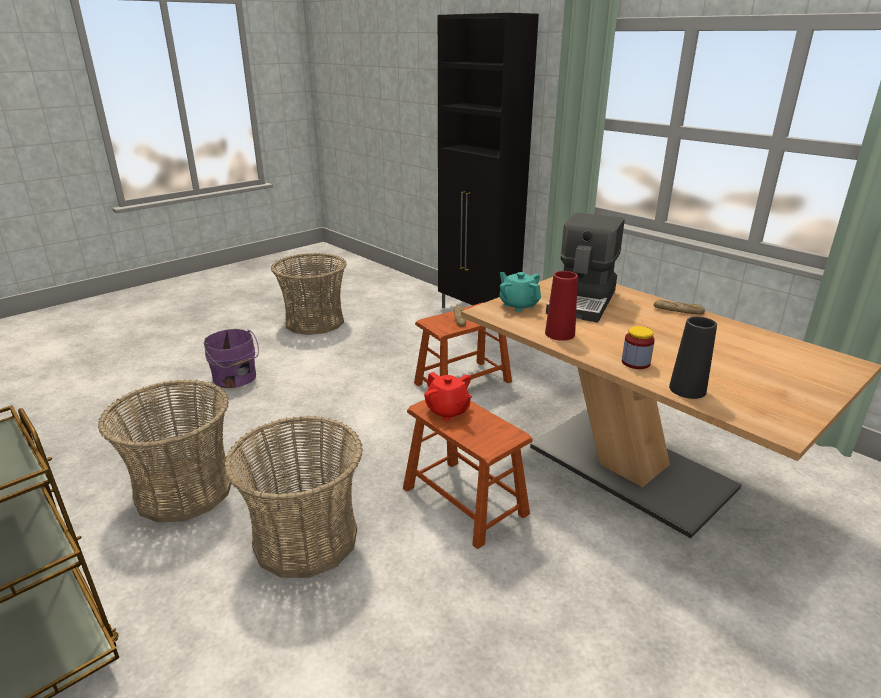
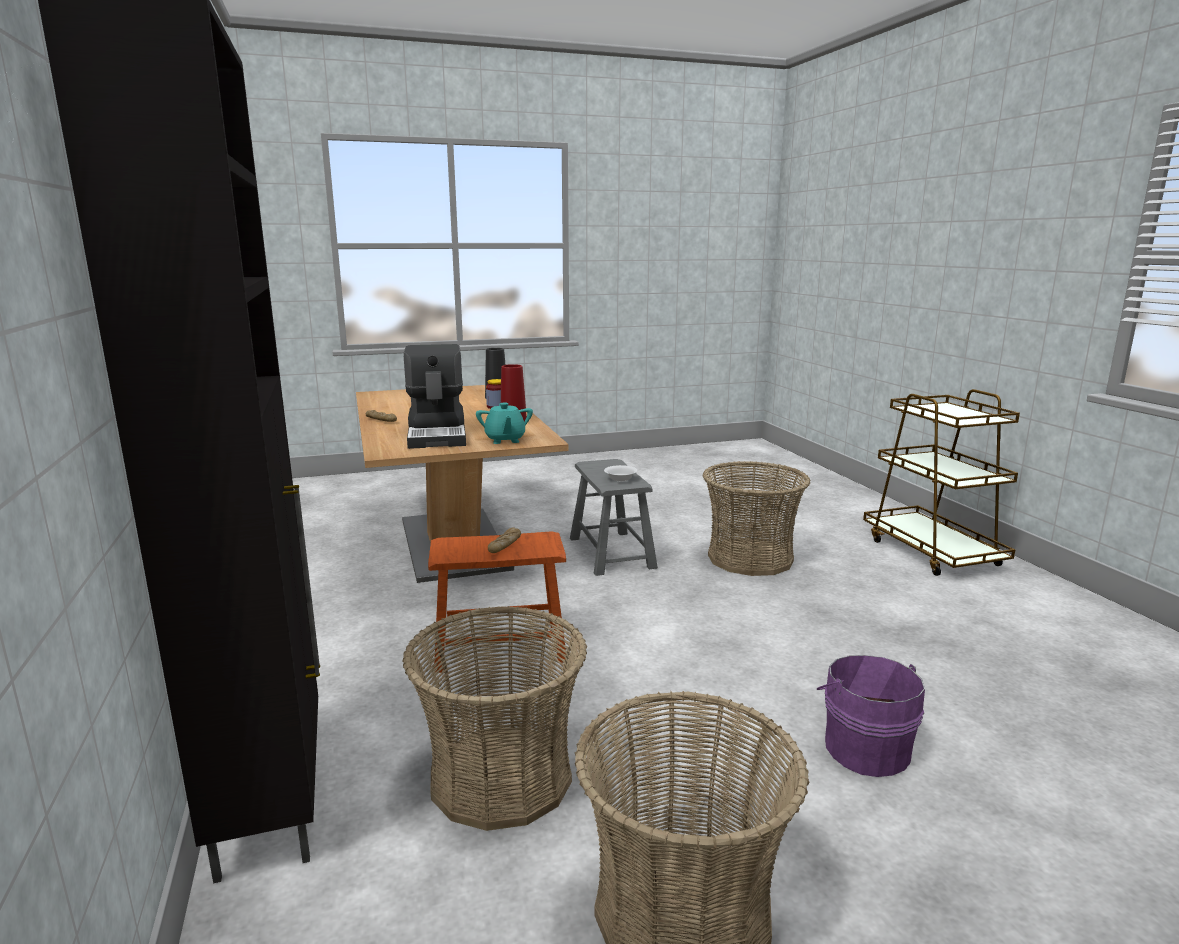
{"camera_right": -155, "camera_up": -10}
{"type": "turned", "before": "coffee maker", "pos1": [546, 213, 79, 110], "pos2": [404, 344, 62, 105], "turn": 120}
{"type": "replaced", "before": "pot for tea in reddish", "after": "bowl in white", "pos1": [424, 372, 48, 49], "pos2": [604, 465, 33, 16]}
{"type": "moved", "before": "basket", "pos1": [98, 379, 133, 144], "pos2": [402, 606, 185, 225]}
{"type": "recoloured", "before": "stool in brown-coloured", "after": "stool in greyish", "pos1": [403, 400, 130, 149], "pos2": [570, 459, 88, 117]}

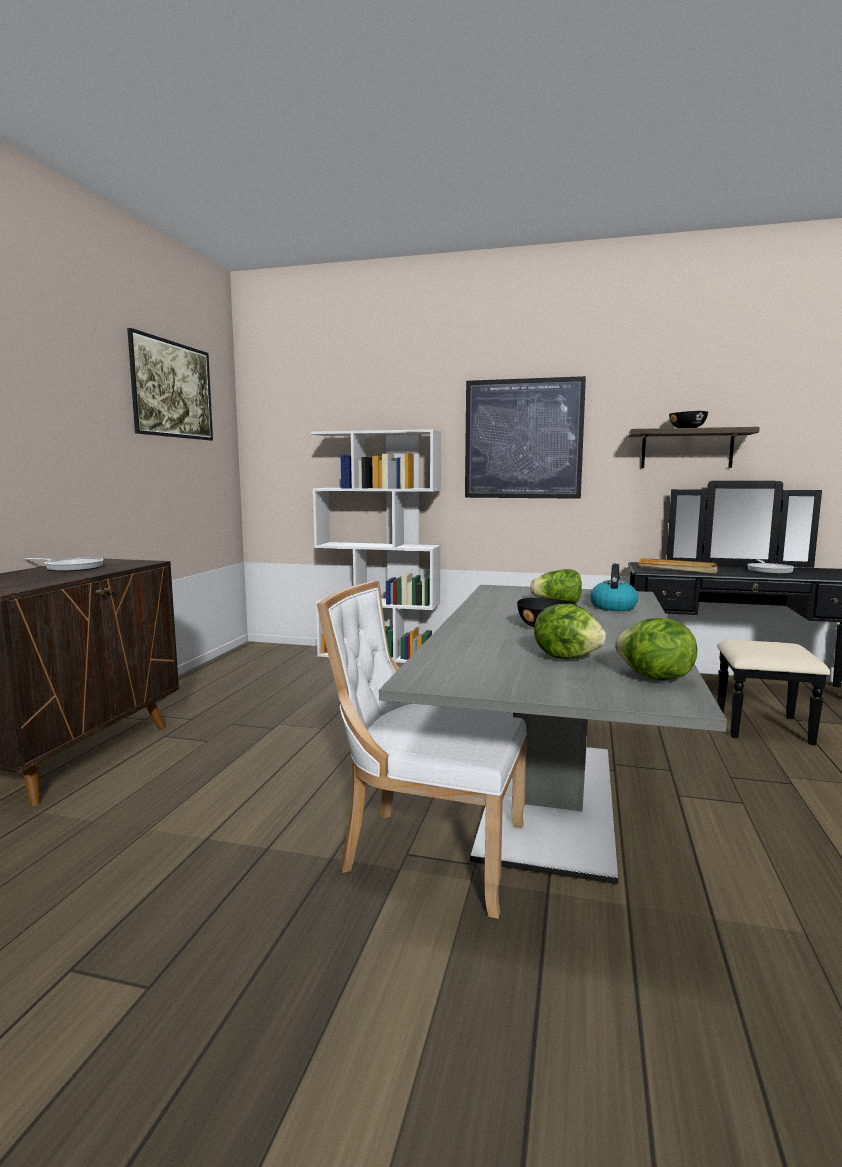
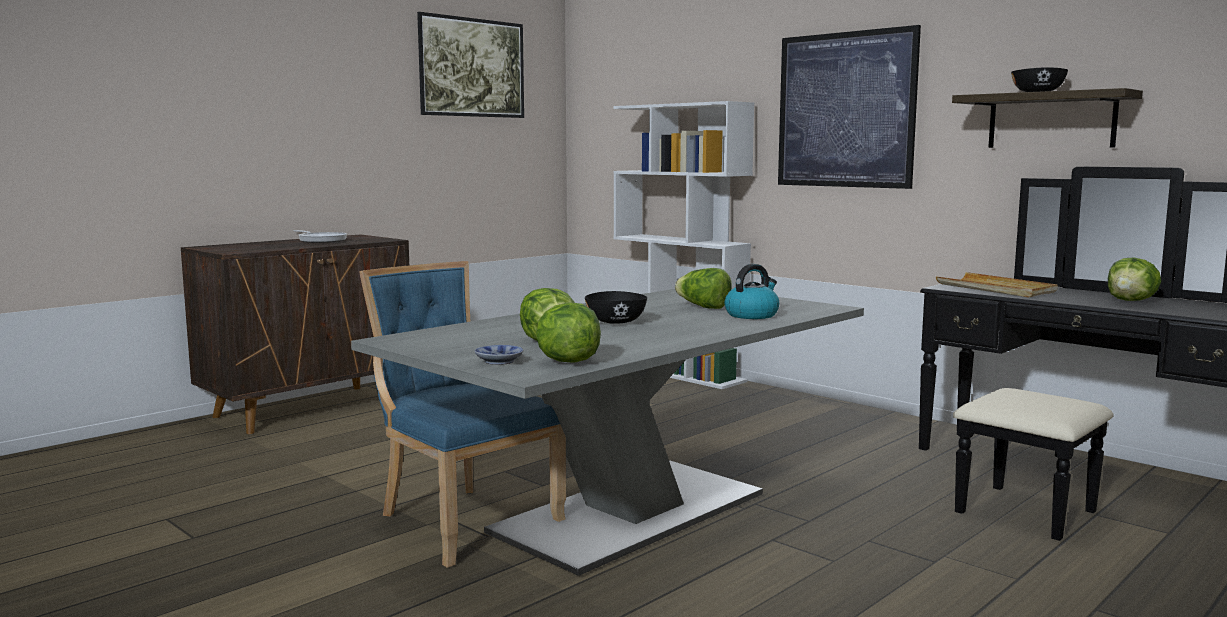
{"camera_right": 30, "camera_up": 0}
{"type": "replaced", "before": "skillet", "after": "lettuce", "pos1": [747, 559, 47, 15], "pos2": [1108, 257, 53, 44]}
{"type": "recoloured", "before": "upright chair in white", "after": "upright chair in blue-coloured", "pos1": [317, 581, 210, 338], "pos2": [359, 261, 207, 307]}
{"type": "added", "after": "bowl", "pos2": [475, 345, 48, 20]}

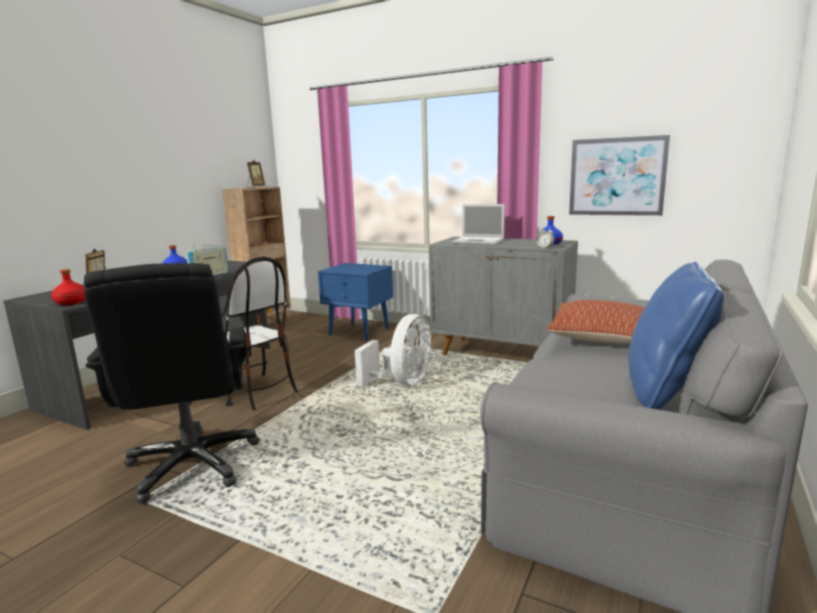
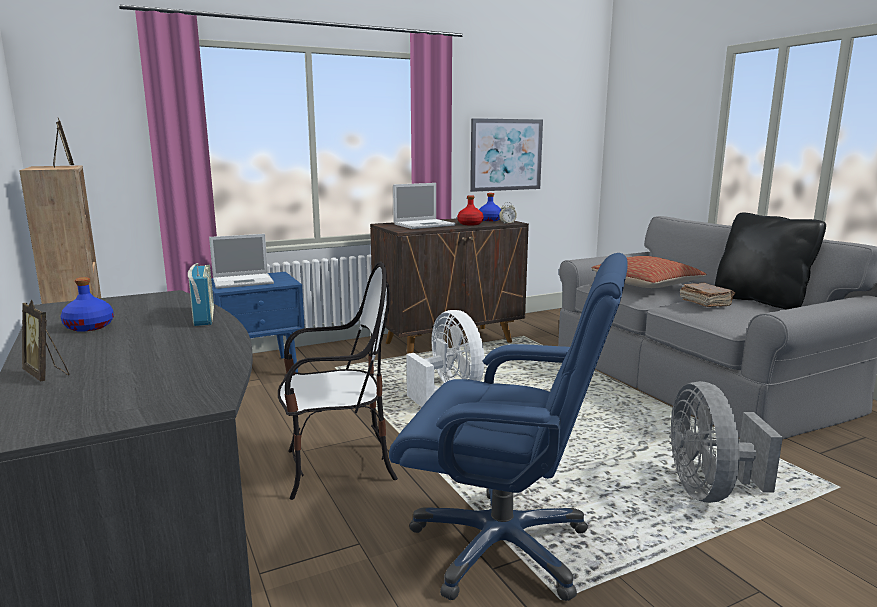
{"camera_right": -55, "camera_up": 0}
{"type": "recoloured", "before": "cabinet in greyish", "after": "cabinet in brown-coloured", "pos1": [429, 237, 149, 118], "pos2": [370, 218, 159, 136]}
{"type": "recoloured", "before": "pillow in blue-coloured", "after": "pillow in black-coloured", "pos1": [628, 262, 96, 147], "pos2": [714, 213, 112, 97]}
{"type": "recoloured", "before": "office chair in black-coloured", "after": "office chair in blue-coloured", "pos1": [84, 263, 176, 240], "pos2": [389, 253, 239, 348]}
{"type": "moved", "before": "beverage bottle in reddish", "pos1": [51, 269, 34, 36], "pos2": [457, 196, 27, 29]}
{"type": "added", "after": "portable computer", "pos2": [209, 234, 65, 55]}
{"type": "added", "after": "bound book in brown-coloured", "pos2": [680, 283, 55, 24]}
{"type": "added", "after": "cooling fan in greyish", "pos2": [669, 381, 114, 122]}

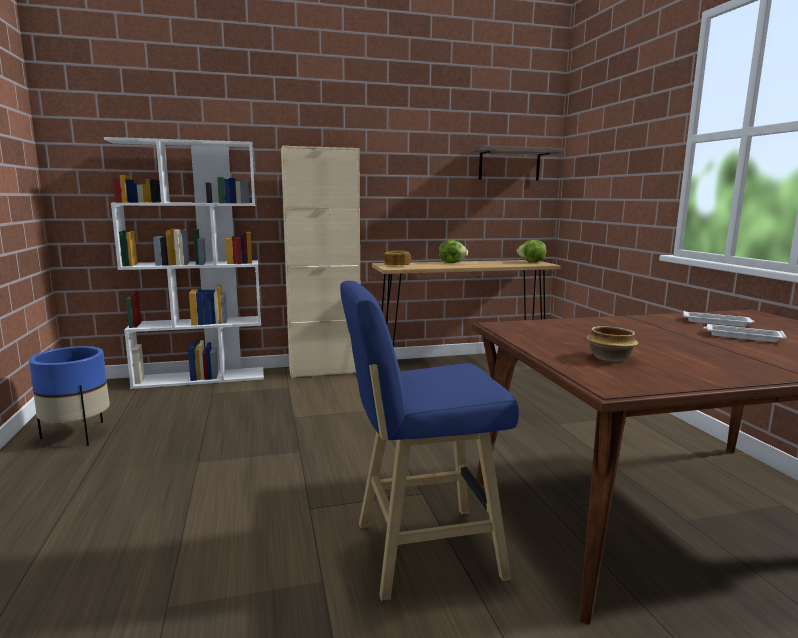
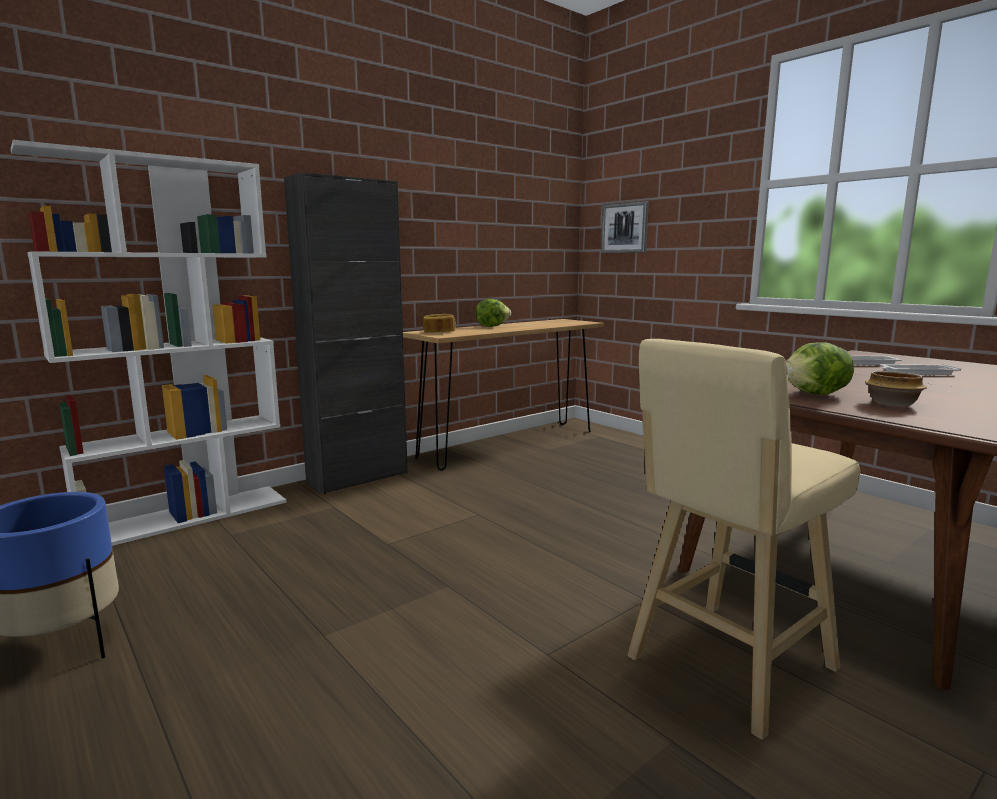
{"camera_right": -25, "camera_up": 0}
{"type": "removed", "before": "bracket shelf", "pos1": [469, 145, 94, 36]}
{"type": "recoloured", "before": "cabinet in beige-coloured", "after": "cabinet in black-coloured", "pos1": [281, 146, 79, 232], "pos2": [284, 172, 124, 323]}
{"type": "moved", "before": "lettuce", "pos1": [517, 240, 30, 22], "pos2": [786, 342, 68, 53]}
{"type": "recoloured", "before": "stool in blue-coloured", "after": "stool in beige-coloured", "pos1": [340, 281, 179, 320], "pos2": [627, 339, 233, 401]}
{"type": "added", "after": "wall picture", "pos2": [601, 201, 48, 52]}

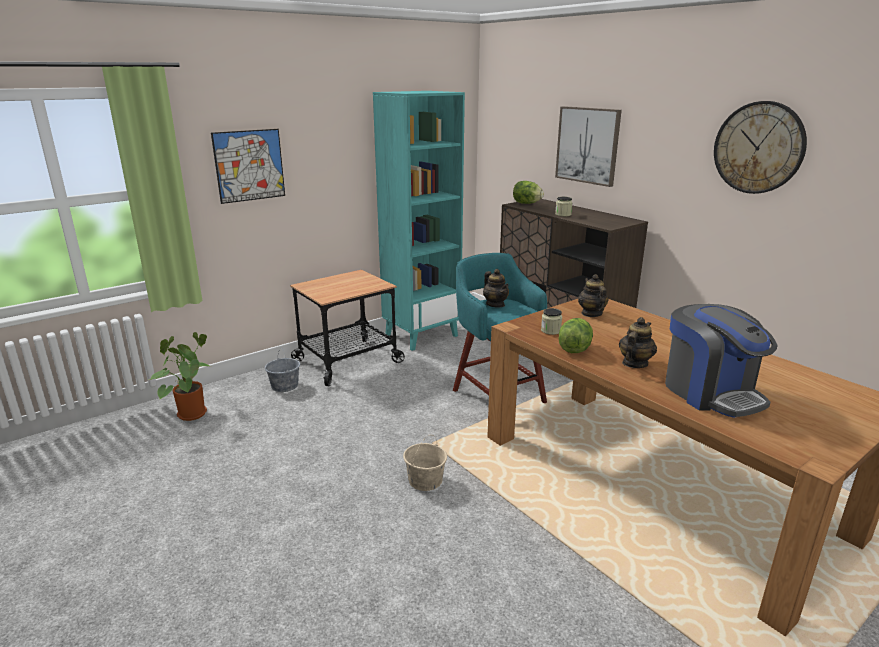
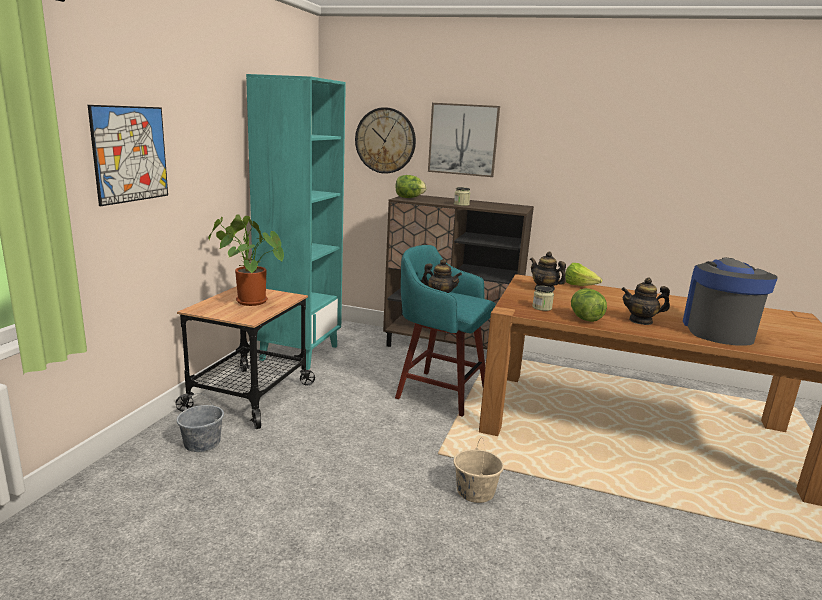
{"camera_right": -35, "camera_up": -5}
{"type": "moved", "before": "hanging clock", "pos1": [714, 101, 93, 93], "pos2": [355, 107, 61, 67]}
{"type": "turned", "before": "coffee maker", "pos1": [665, 304, 113, 114], "pos2": [683, 257, 95, 89], "turn": -105}
{"type": "turned", "before": "pot for tea", "pos1": [619, 317, 38, 51], "pos2": [621, 278, 49, 47], "turn": -90}
{"type": "moved", "before": "plant in a pot", "pos1": [149, 332, 60, 89], "pos2": [208, 214, 76, 92]}
{"type": "added", "after": "lettuce", "pos2": [565, 263, 37, 23]}

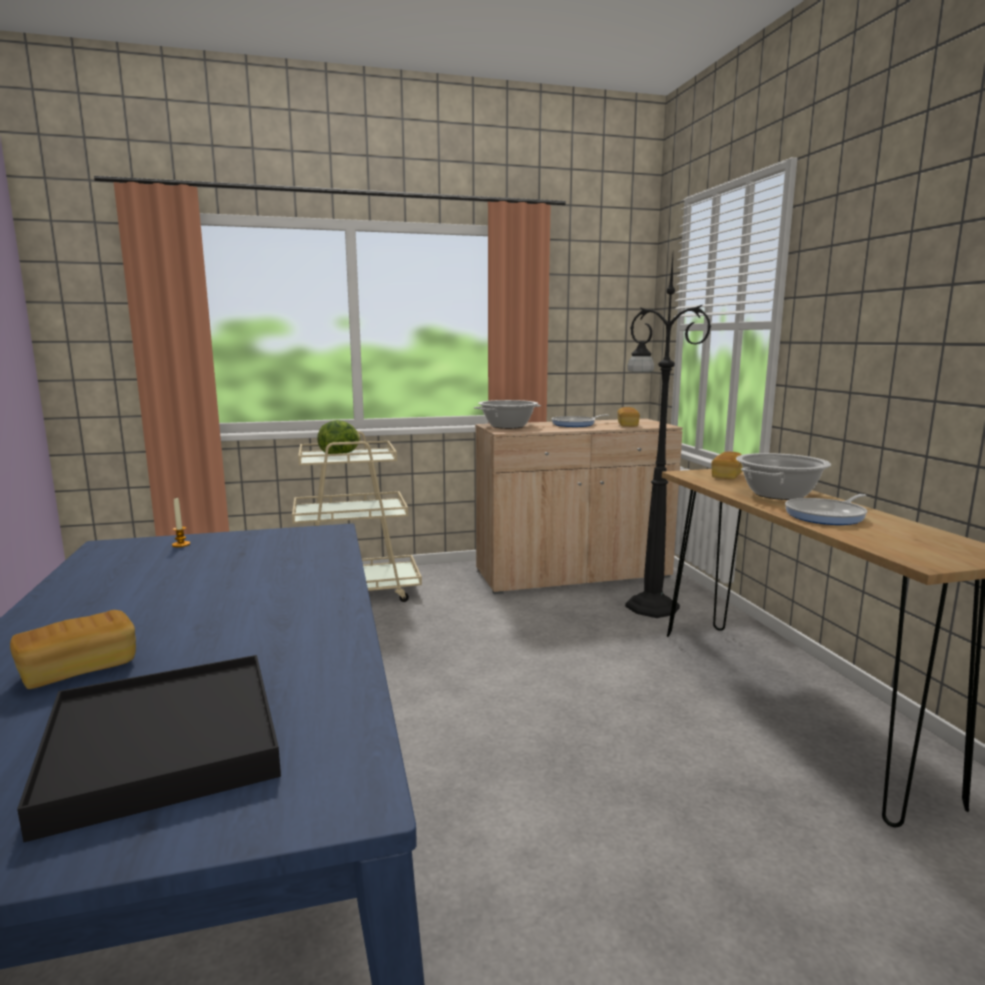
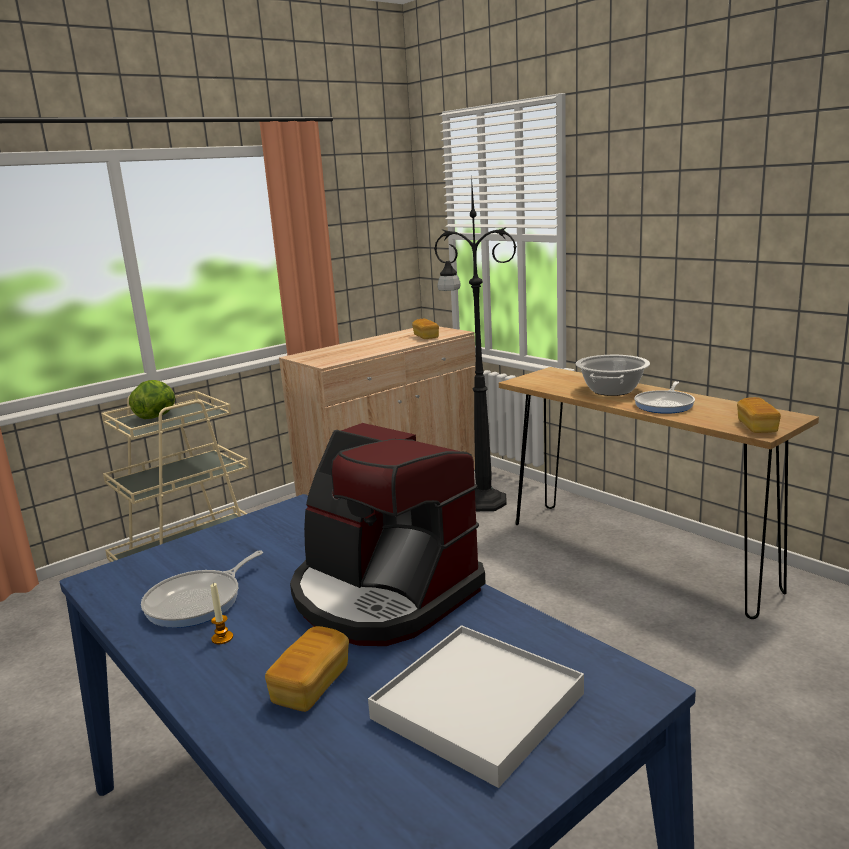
{"camera_right": -25, "camera_up": 5}
{"type": "removed", "before": "saucepot", "pos1": [474, 400, 67, 29]}
{"type": "moved", "before": "skillet", "pos1": [552, 414, 57, 13], "pos2": [141, 550, 122, 78]}
{"type": "moved", "before": "bakery bread", "pos1": [711, 452, 31, 27], "pos2": [737, 397, 44, 36]}
{"type": "moved", "before": "candle", "pos1": [172, 498, 18, 49], "pos2": [211, 583, 22, 61]}
{"type": "recoloured", "before": "carrying tray in black-coloured", "after": "carrying tray in white", "pos1": [17, 655, 264, 187], "pos2": [368, 625, 216, 163]}
{"type": "added", "after": "coffee maker", "pos2": [290, 423, 196, 223]}

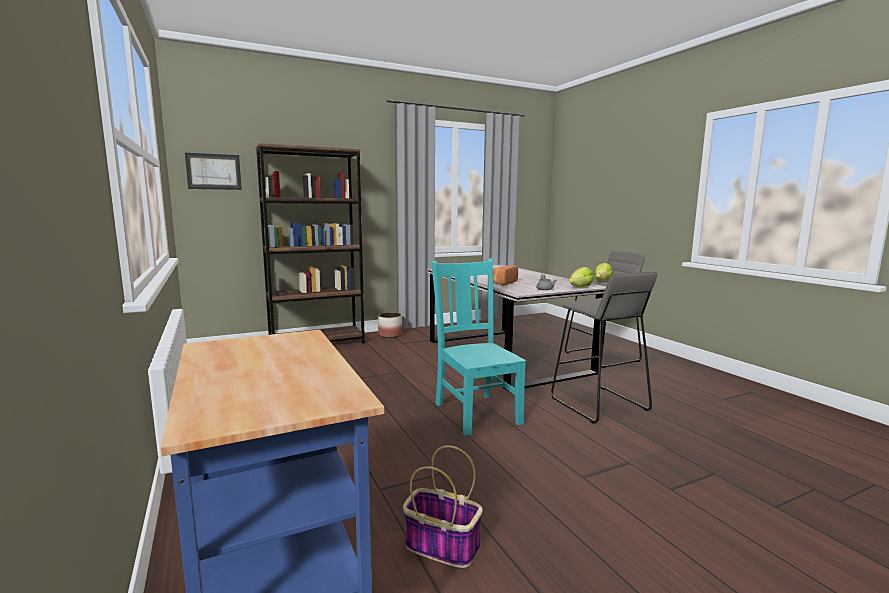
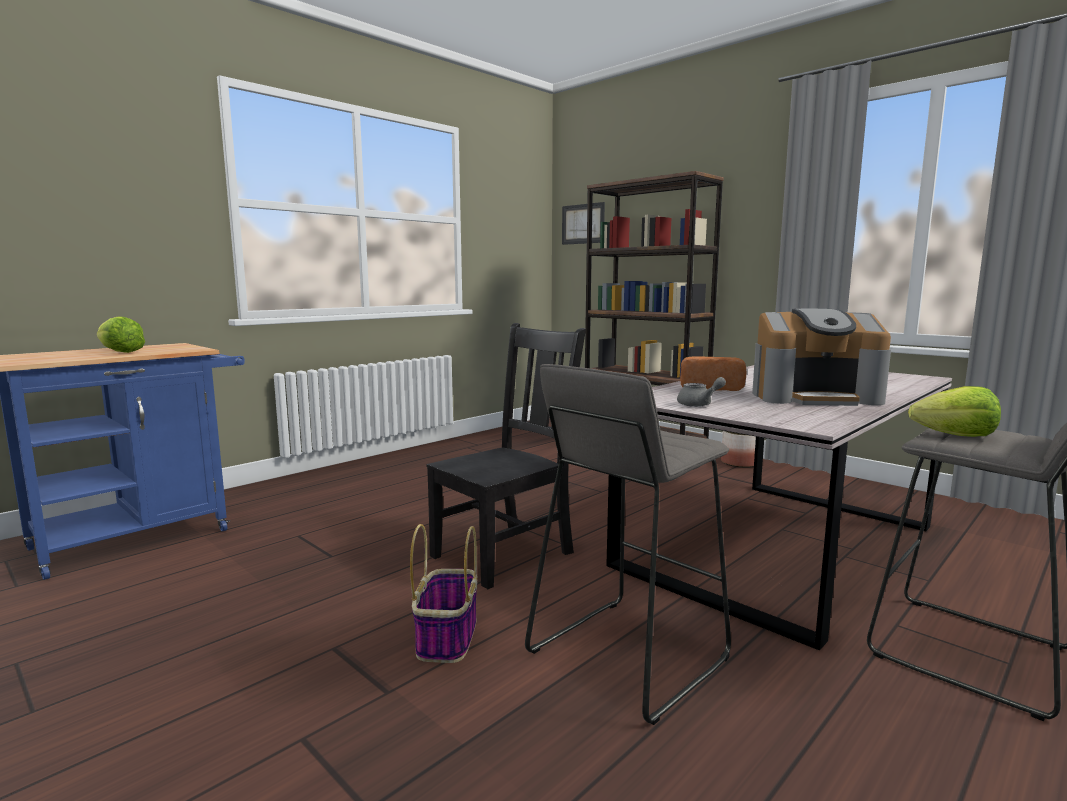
{"camera_right": 70, "camera_up": 0}
{"type": "recoloured", "before": "upright chair in blue-green", "after": "upright chair in black-coloured", "pos1": [431, 259, 95, 177], "pos2": [426, 323, 160, 266]}
{"type": "moved", "before": "lettuce", "pos1": [569, 267, 25, 20], "pos2": [97, 317, 48, 36]}
{"type": "moved", "before": "basket", "pos1": [403, 445, 80, 123], "pos2": [410, 524, 67, 139]}
{"type": "added", "after": "coffee maker", "pos2": [752, 308, 139, 98]}

